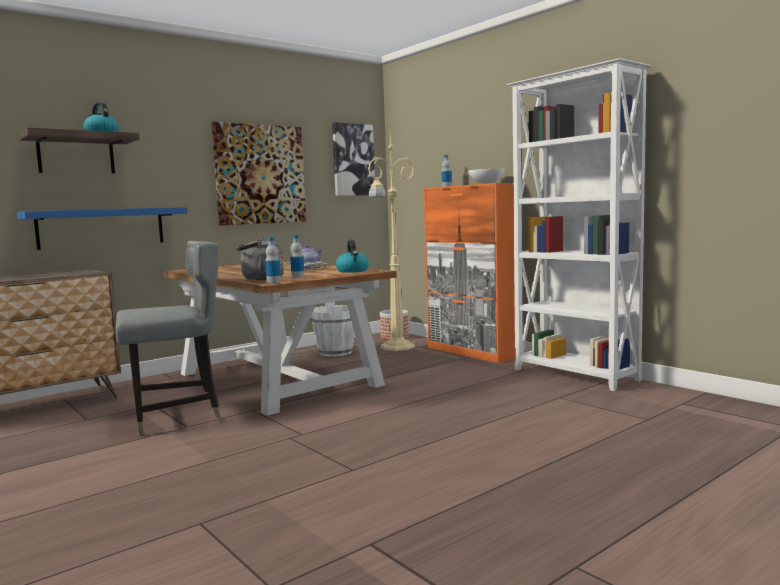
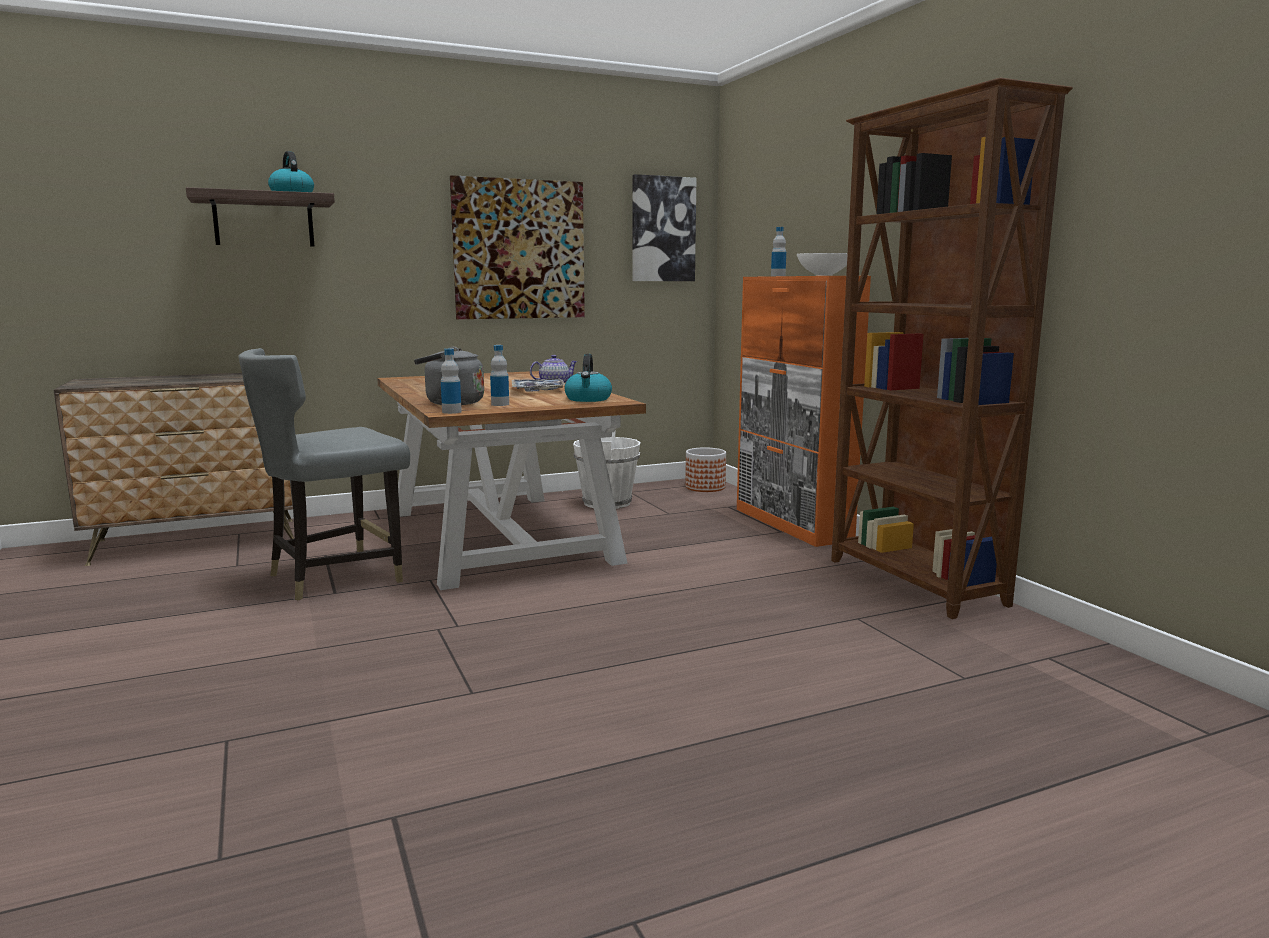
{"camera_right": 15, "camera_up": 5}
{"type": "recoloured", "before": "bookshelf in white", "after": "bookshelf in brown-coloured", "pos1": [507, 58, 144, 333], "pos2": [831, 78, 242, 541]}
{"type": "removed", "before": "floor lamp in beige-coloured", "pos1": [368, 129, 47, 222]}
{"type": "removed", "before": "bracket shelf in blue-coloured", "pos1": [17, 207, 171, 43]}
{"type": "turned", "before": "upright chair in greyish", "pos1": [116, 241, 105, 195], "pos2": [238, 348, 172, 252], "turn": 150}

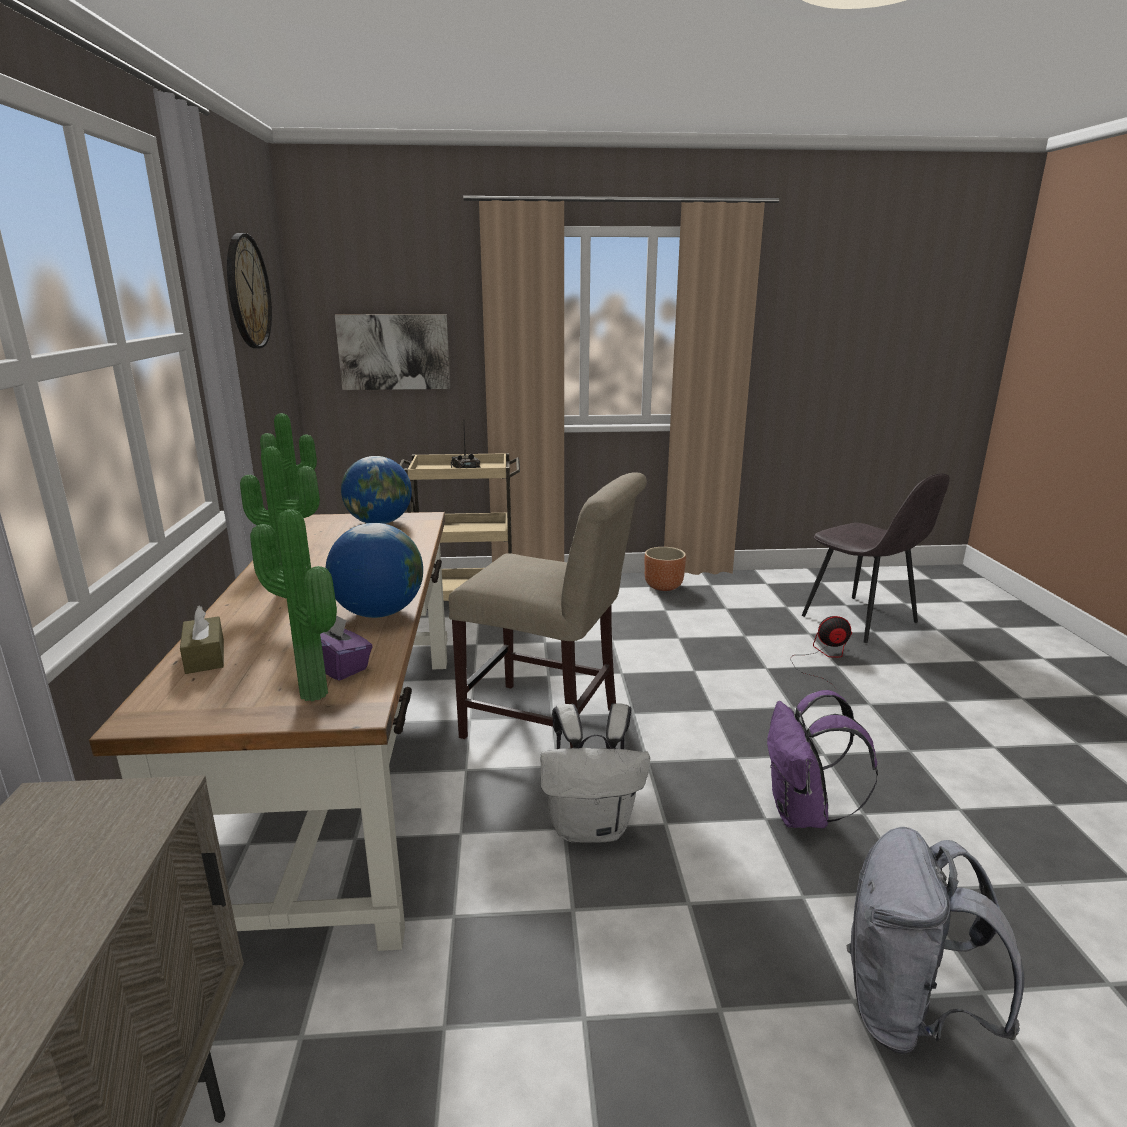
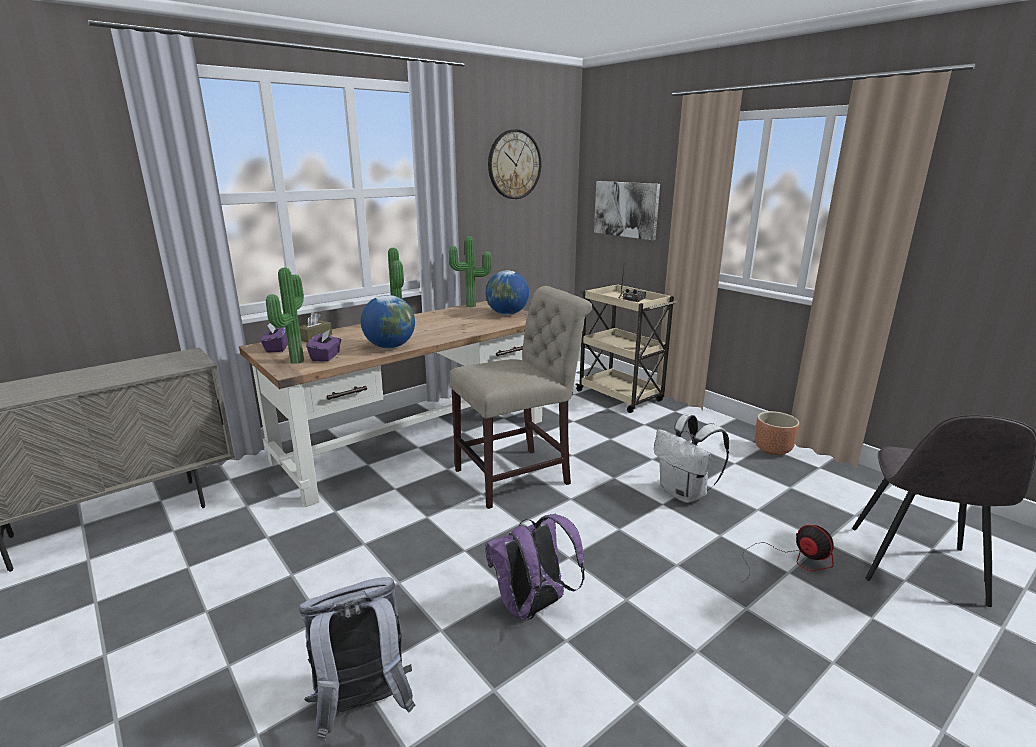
{"camera_right": 55, "camera_up": 0}
{"type": "turned", "before": "upright chair in beige-coloured", "pos1": [449, 472, 198, 276], "pos2": [450, 286, 142, 223], "turn": -105}
{"type": "moved", "before": "rucksack in white", "pos1": [540, 703, 110, 140], "pos2": [654, 414, 75, 89]}
{"type": "added", "after": "tissue holder in purple", "pos2": [261, 323, 27, 30]}

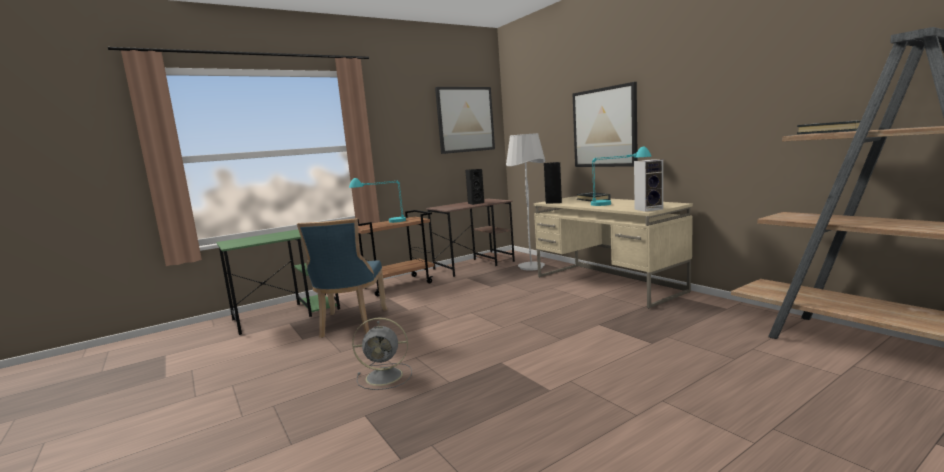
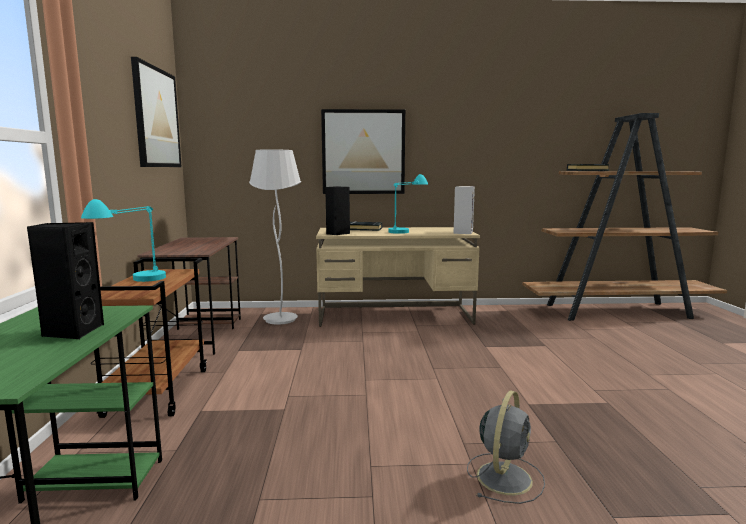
{"camera_right": -60, "camera_up": 0}
{"type": "moved", "before": "speaker in black-coloured", "pos1": [465, 169, 20, 36], "pos2": [27, 222, 77, 117]}
{"type": "removed", "before": "upright chair in blue-coloured", "pos1": [297, 218, 91, 120]}

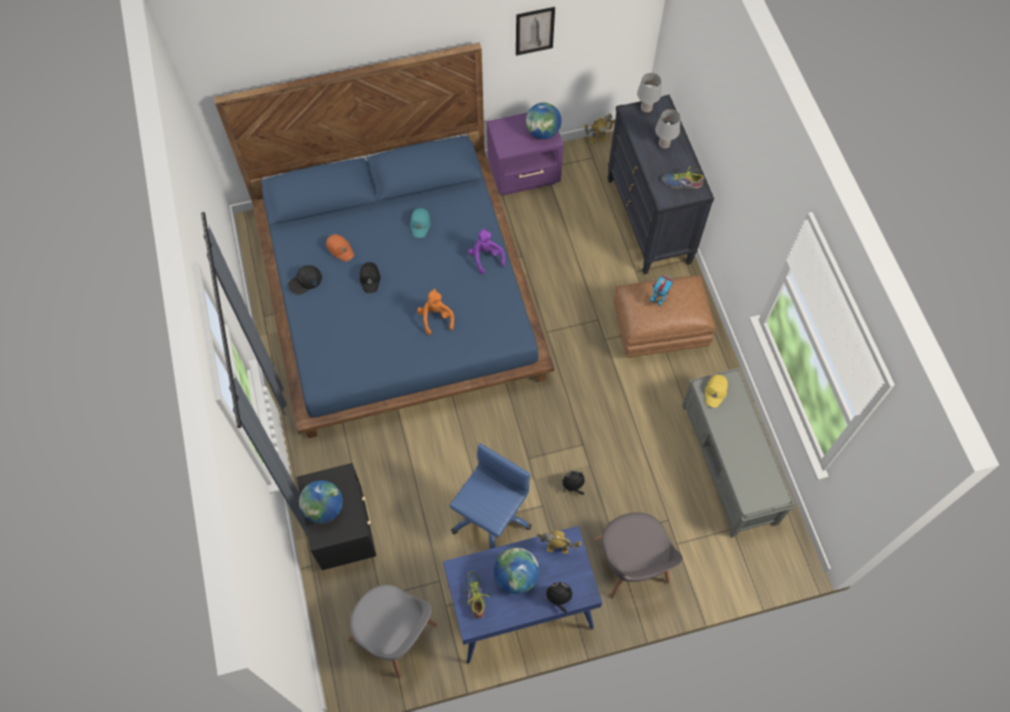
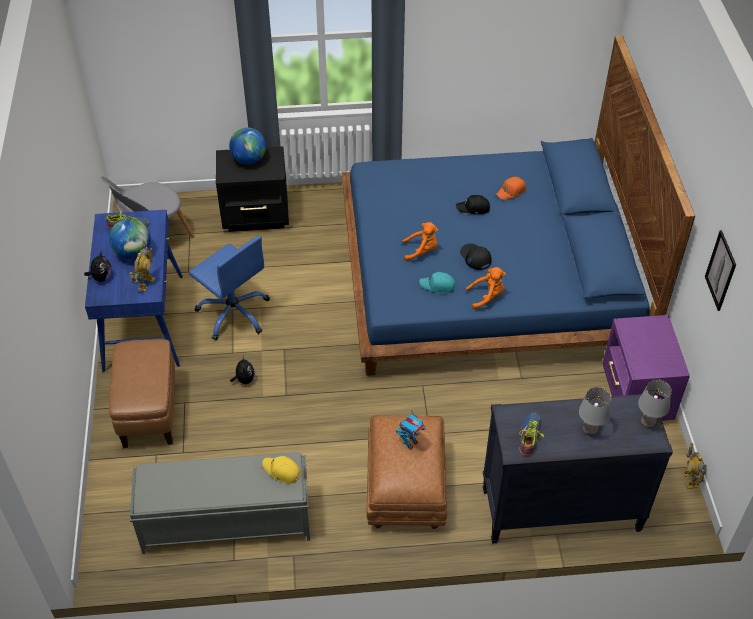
{"camera_right": 100, "camera_up": -15}
{"type": "removed", "before": "world globe", "pos1": [526, 103, 36, 36]}
{"type": "moved", "before": "peaked cap in blue-green", "pos1": [410, 208, 20, 30], "pos2": [420, 272, 36, 21]}
{"type": "recoloured", "before": "soft toy in purple", "after": "soft toy in orangey", "pos1": [468, 228, 37, 46], "pos2": [466, 267, 40, 42]}
{"type": "moved", "before": "peaked cap in black-coloured", "pos1": [288, 265, 34, 30], "pos2": [460, 243, 32, 27]}
{"type": "replaced", "before": "upright chair in greyish", "after": "ottoman in brown-coloured", "pos1": [593, 512, 90, 87], "pos2": [109, 339, 66, 109]}

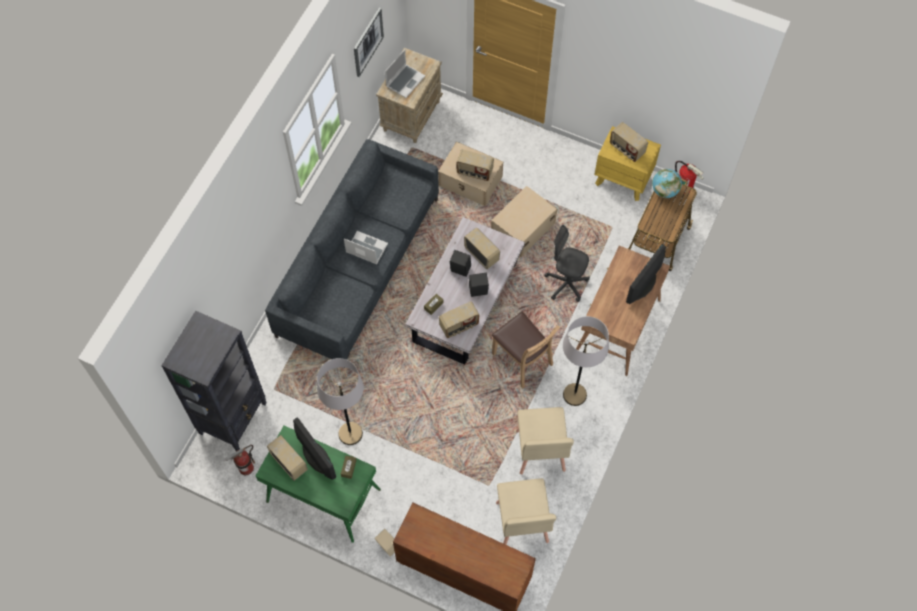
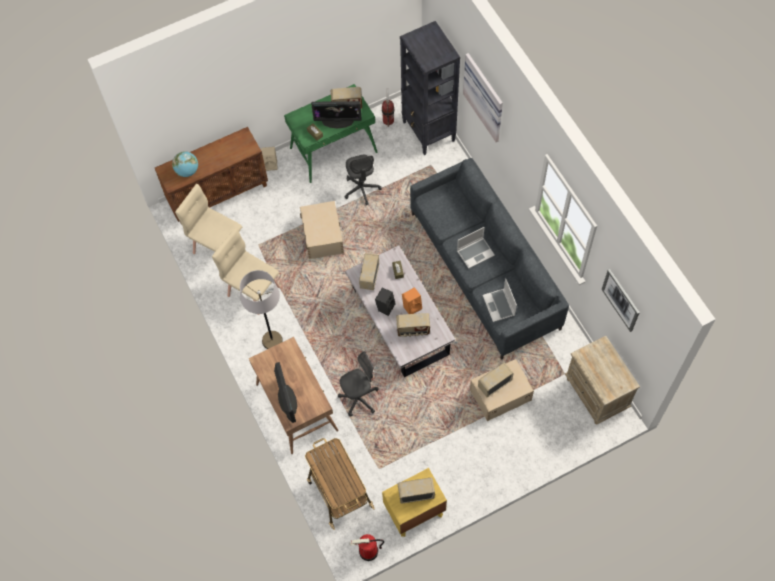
{"camera_right": 130, "camera_up": 0}
{"type": "moved", "before": "portable computer", "pos1": [385, 49, 40, 49], "pos2": [483, 278, 34, 44]}
{"type": "moved", "before": "world globe", "pos1": [652, 169, 30, 29], "pos2": [172, 151, 26, 26]}
{"type": "moved", "before": "storage box in beige-coloured", "pos1": [491, 186, 66, 71], "pos2": [300, 201, 44, 58]}
{"type": "recoloured", "before": "speaker in black-coloured", "after": "speaker in orangey", "pos1": [450, 250, 21, 27], "pos2": [402, 287, 20, 27]}
{"type": "removed", "before": "upright chair in brown-coloured", "pos1": [492, 312, 68, 77]}
{"type": "replaced", "before": "floor lamp in greyish", "after": "office chair in greyish", "pos1": [317, 358, 47, 87], "pos2": [345, 155, 37, 50]}
{"type": "added", "after": "wall picture", "pos2": [463, 53, 40, 89]}

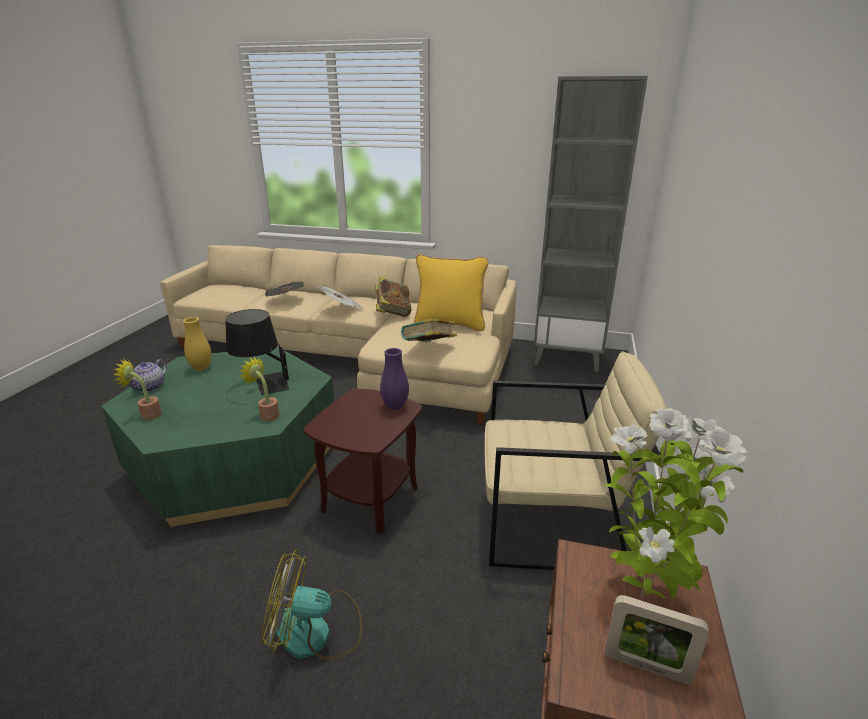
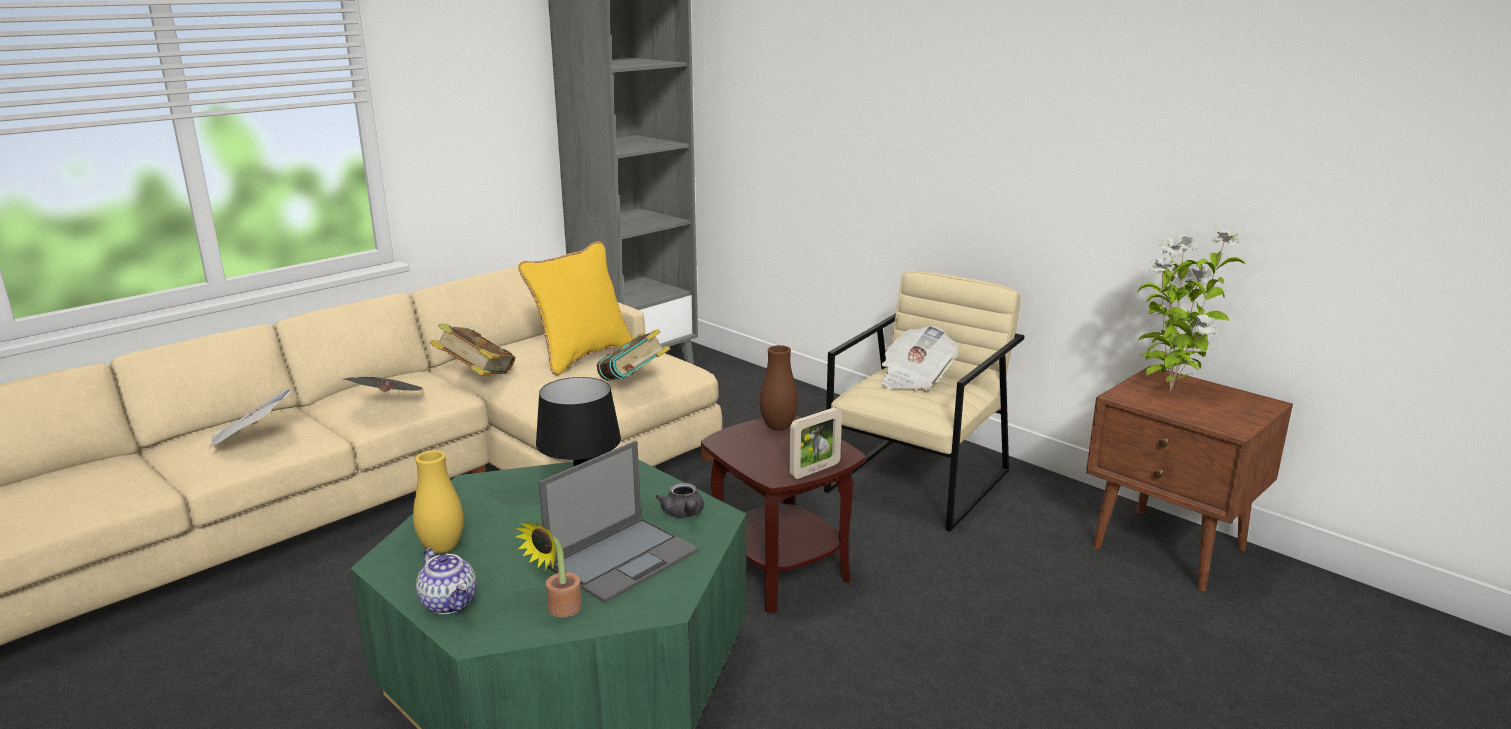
{"camera_right": -60, "camera_up": -5}
{"type": "recoloured", "before": "decorative vase in purple", "after": "decorative vase in brown-coloured", "pos1": [380, 348, 29, 62], "pos2": [759, 345, 39, 85]}
{"type": "replaced", "before": "plant in a pot", "after": "pot for tea in greyish", "pos1": [239, 357, 40, 64], "pos2": [656, 483, 48, 34]}
{"type": "removed", "before": "cooling fan", "pos1": [262, 549, 100, 111]}
{"type": "moved", "before": "photo frame", "pos1": [605, 595, 104, 89], "pos2": [790, 407, 52, 72]}
{"type": "added", "after": "newspaper", "pos2": [882, 326, 77, 64]}
{"type": "added", "after": "portable computer", "pos2": [538, 441, 161, 162]}

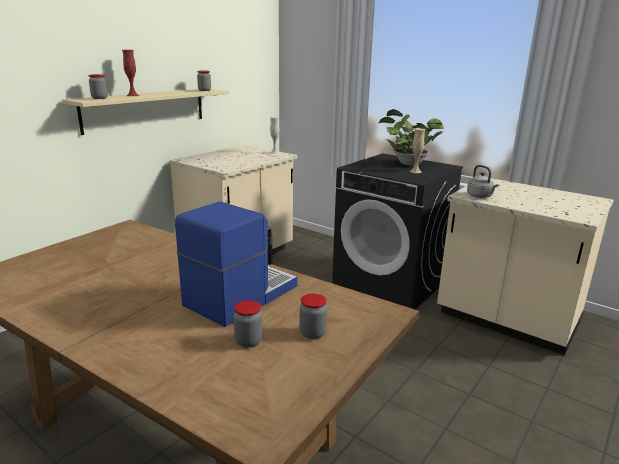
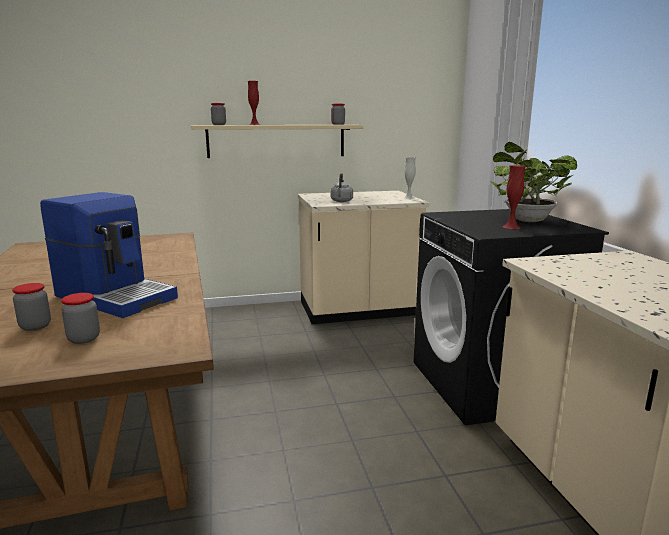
{"camera_right": 40, "camera_up": -5}
{"type": "recoloured", "before": "decorative vase in beige-coloured", "after": "decorative vase in reddish", "pos1": [410, 128, 15, 45], "pos2": [502, 165, 24, 64]}
{"type": "moved", "before": "kettle in greyish", "pos1": [467, 165, 31, 33], "pos2": [331, 173, 22, 29]}
{"type": "turned", "before": "coffee maker", "pos1": [175, 202, 122, 125], "pos2": [40, 192, 138, 126], "turn": 45}

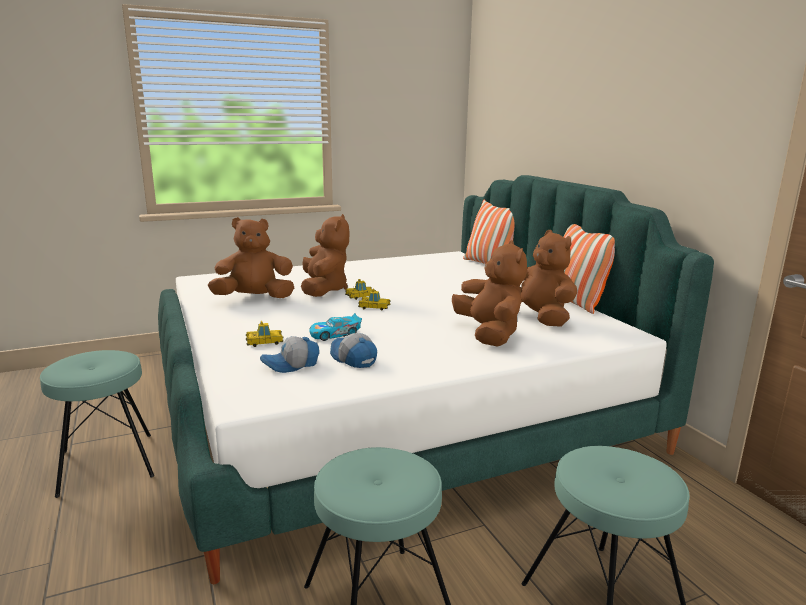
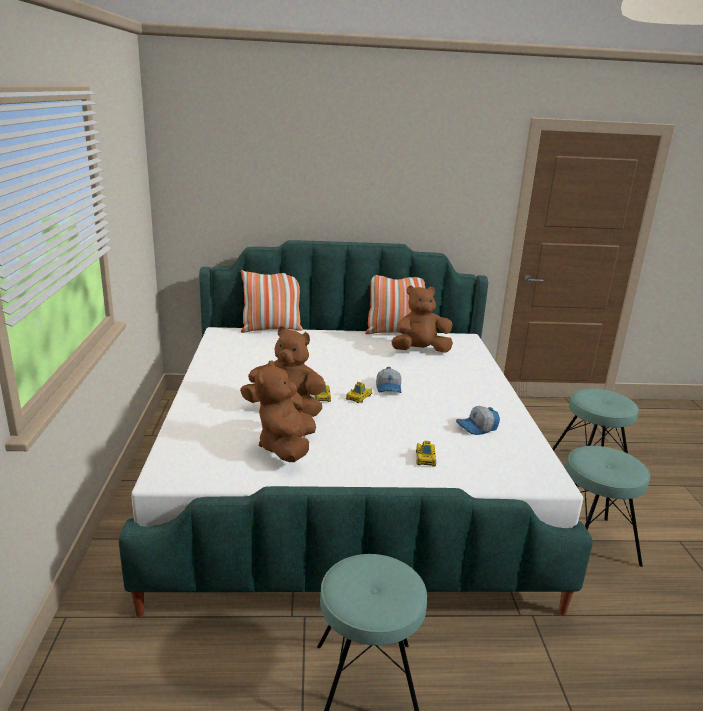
{"camera_right": -70, "camera_up": 5}
{"type": "removed", "before": "soft toy in brown-coloured", "pos1": [452, 240, 75, 107]}
{"type": "removed", "before": "miniature car", "pos1": [309, 313, 53, 28]}
{"type": "moved", "before": "peaked cap", "pos1": [260, 336, 59, 37], "pos2": [376, 367, 25, 26]}

